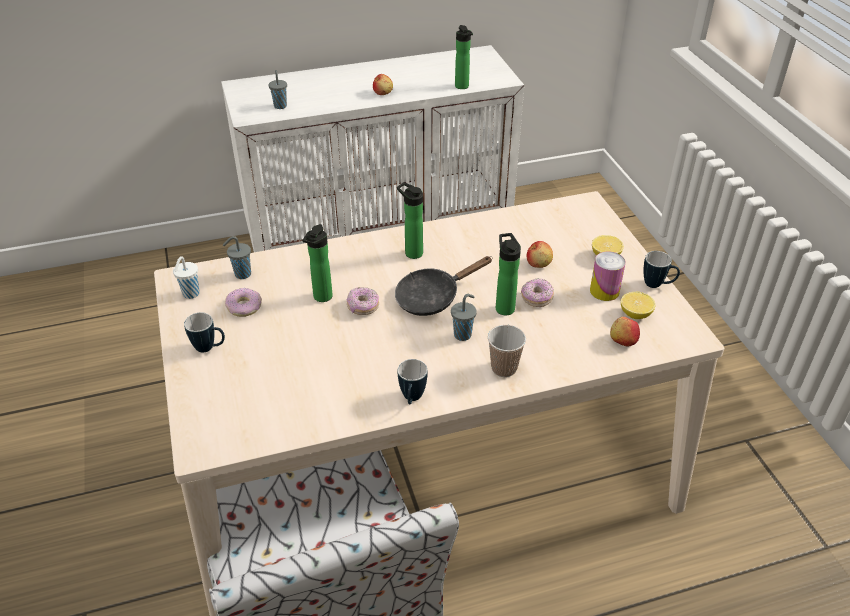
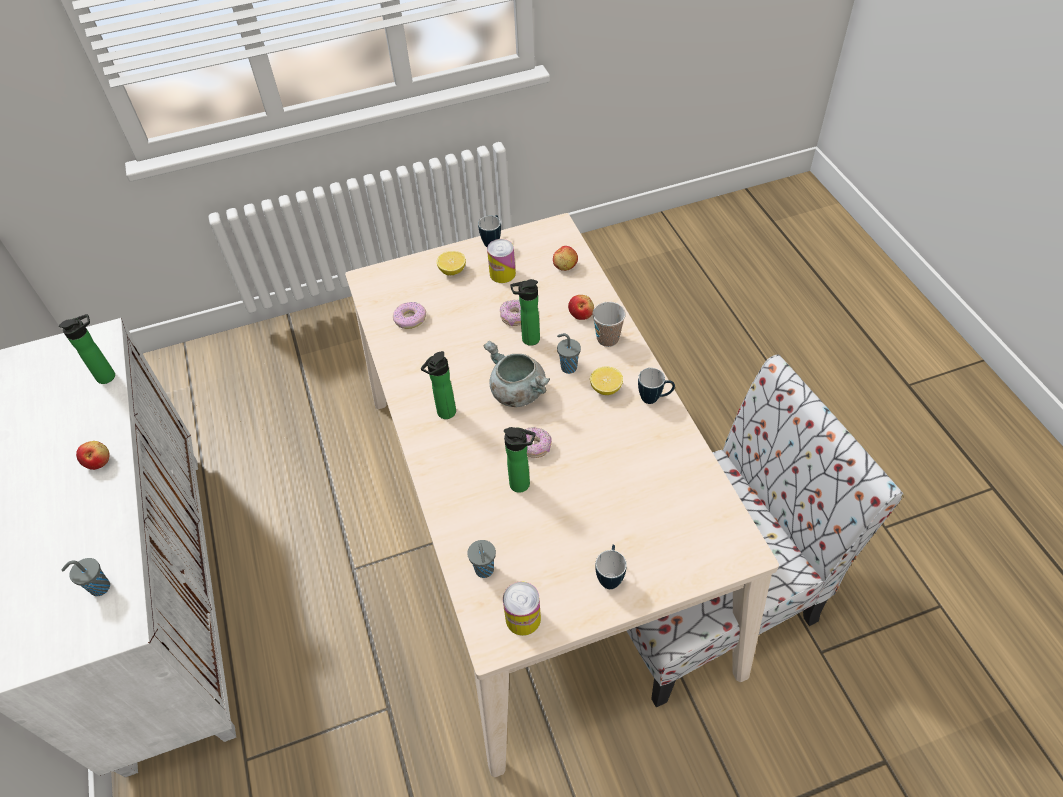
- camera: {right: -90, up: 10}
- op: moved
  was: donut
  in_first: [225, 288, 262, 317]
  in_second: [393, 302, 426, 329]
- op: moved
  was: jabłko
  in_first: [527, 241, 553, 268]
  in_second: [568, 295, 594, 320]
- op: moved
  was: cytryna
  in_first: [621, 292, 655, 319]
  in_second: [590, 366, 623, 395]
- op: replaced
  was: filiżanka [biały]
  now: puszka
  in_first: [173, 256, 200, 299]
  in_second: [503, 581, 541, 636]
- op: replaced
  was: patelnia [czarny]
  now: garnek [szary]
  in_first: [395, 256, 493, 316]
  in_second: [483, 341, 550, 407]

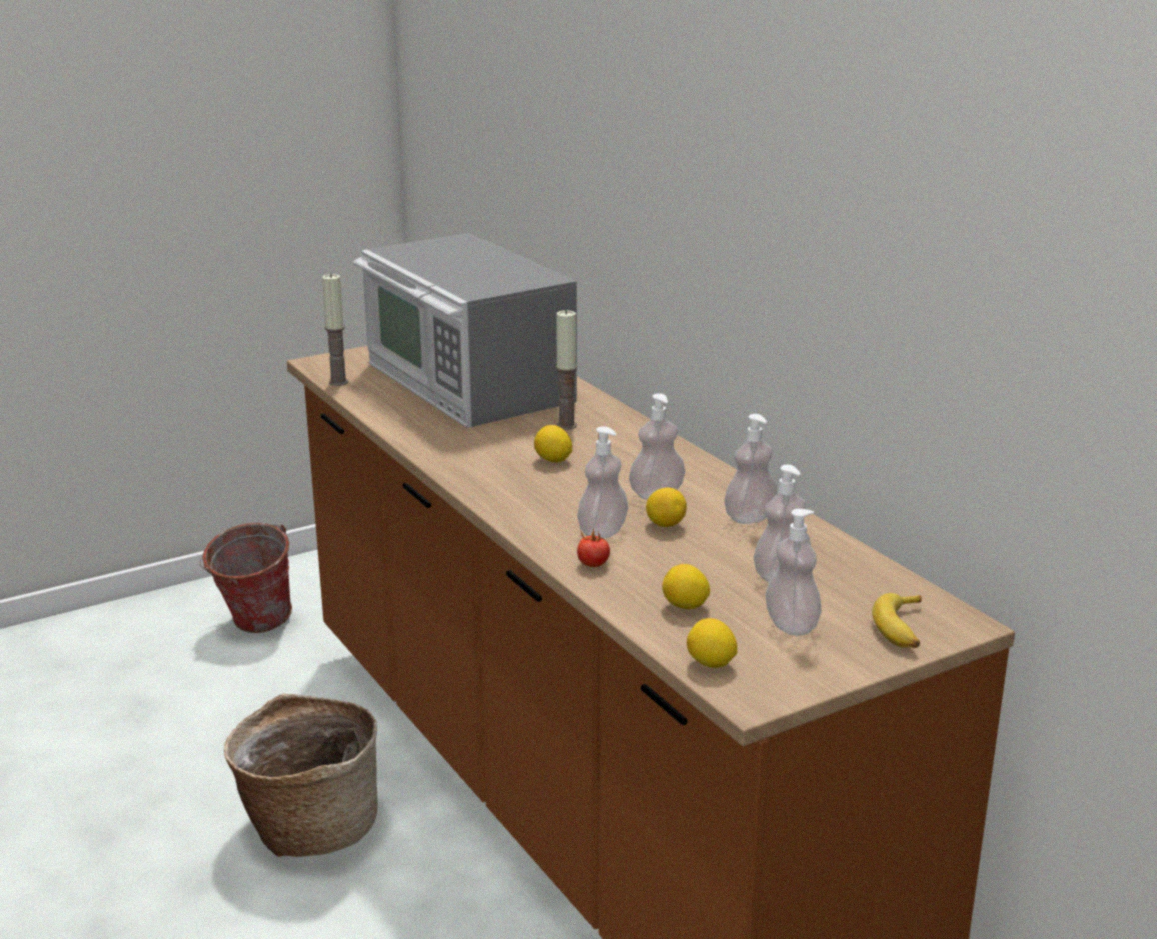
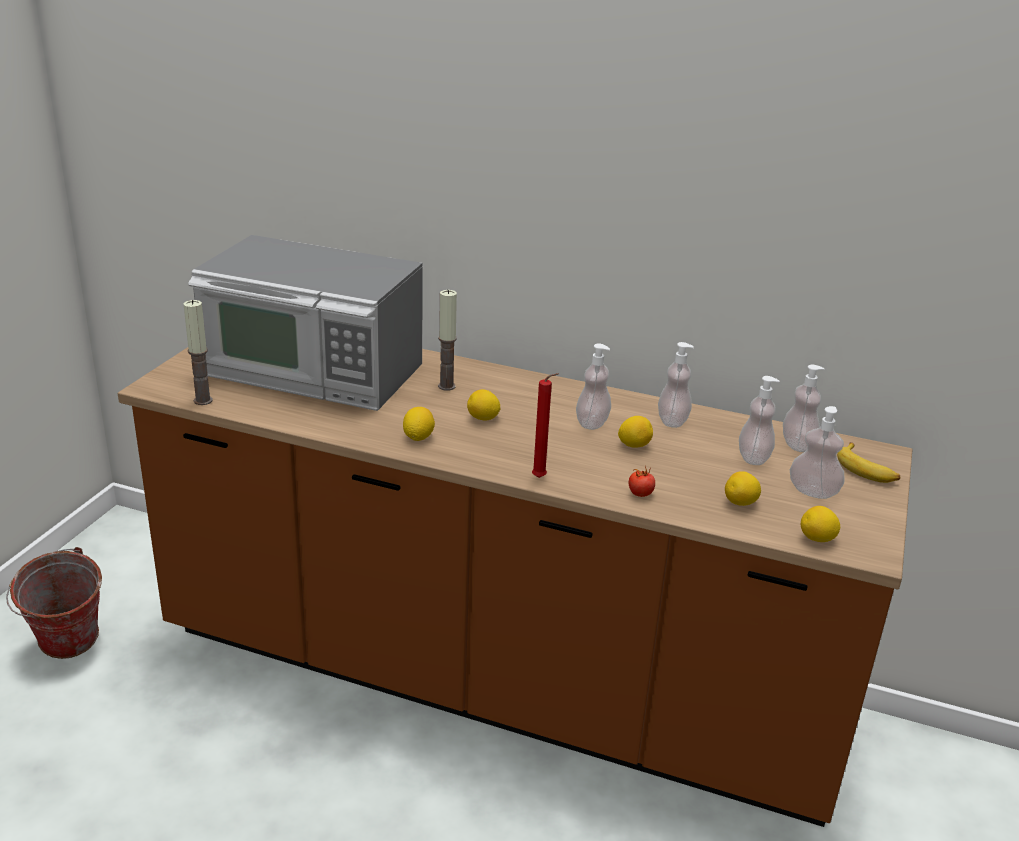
- camera: {right: -40, up: 5}
- op: removed
  was: koszyk
  in_first: [224, 693, 378, 857]
- op: added
  now: cytryna
  in_second: [403, 407, 435, 441]
- op: added
  now: świeca [czerwony]
  in_second: [532, 373, 558, 478]
- op: moved
  was: dozownik mydła
  in_first: [577, 426, 628, 539]
  in_second: [783, 364, 824, 452]

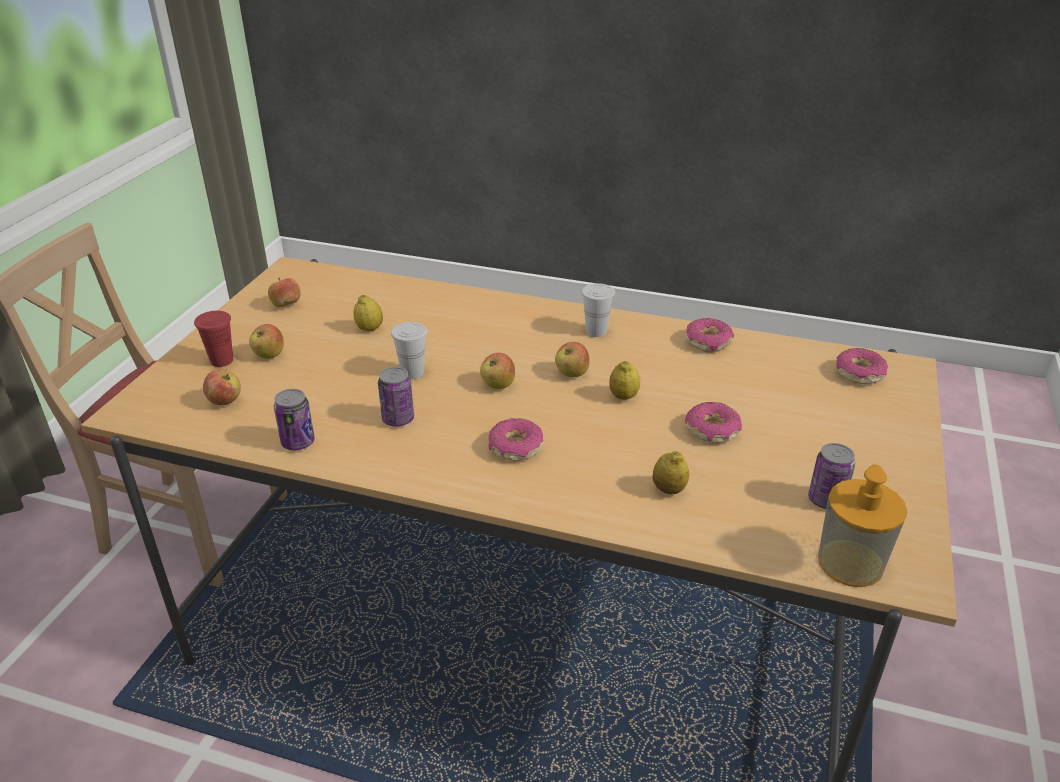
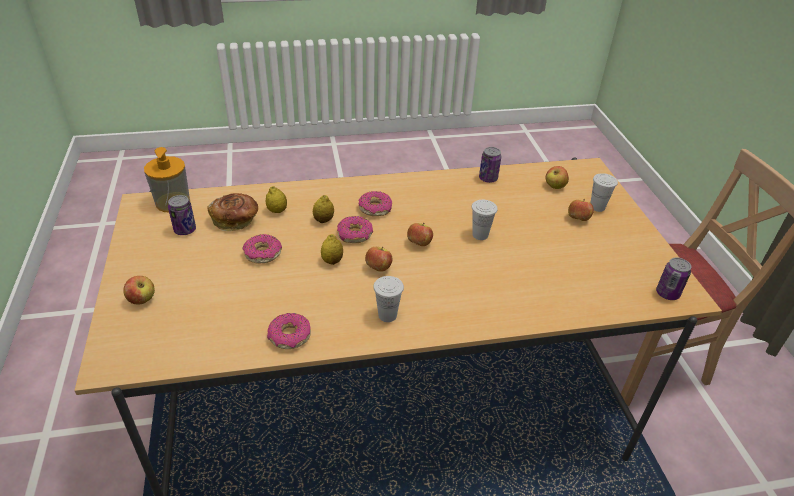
- camera: {right: 150, up: 5}
- op: added
  now: chleb
  in_second: [207, 193, 258, 231]
- op: moved
  was: jabłko
  in_first: [268, 278, 300, 307]
  in_second: [123, 276, 155, 304]
- op: moved
  was: cytryna
  in_first: [353, 295, 383, 331]
  in_second: [313, 195, 334, 223]
- op: moved
  was: puszka
  in_first: [378, 367, 414, 427]
  in_second: [656, 257, 691, 300]
- op: moved
  was: donut
  in_first: [836, 348, 888, 384]
  in_second: [337, 216, 373, 243]
- op: recoloured
  was: filiżanka [czerwony]
  now: filiżanka [biały]
  in_first: [194, 311, 233, 367]
  in_second: [590, 173, 618, 212]

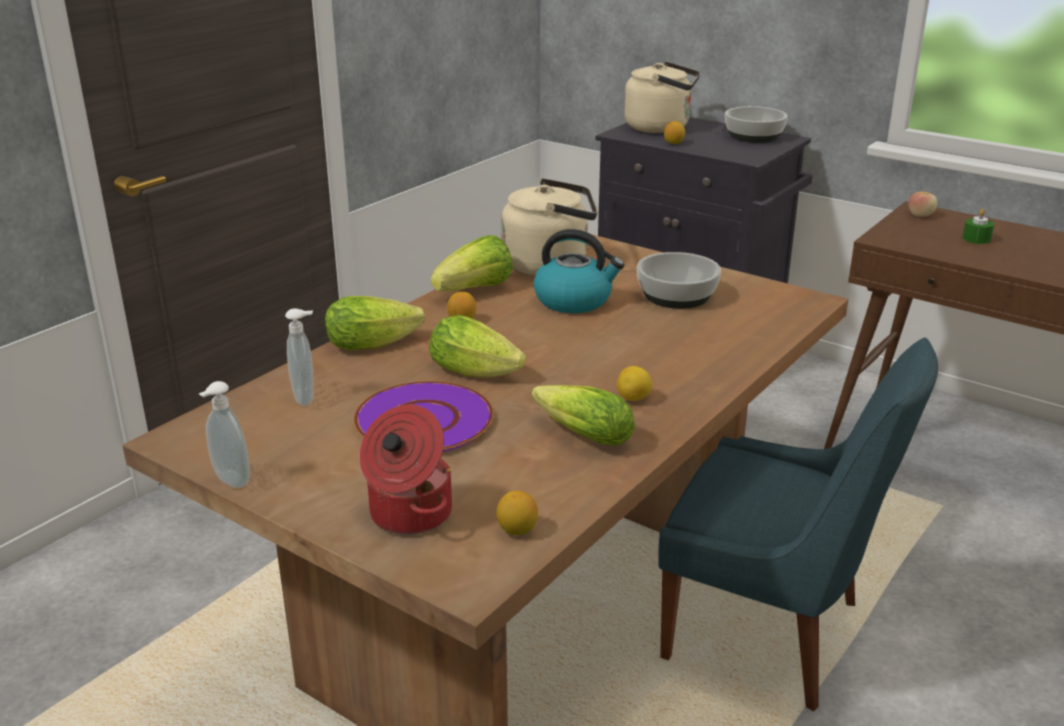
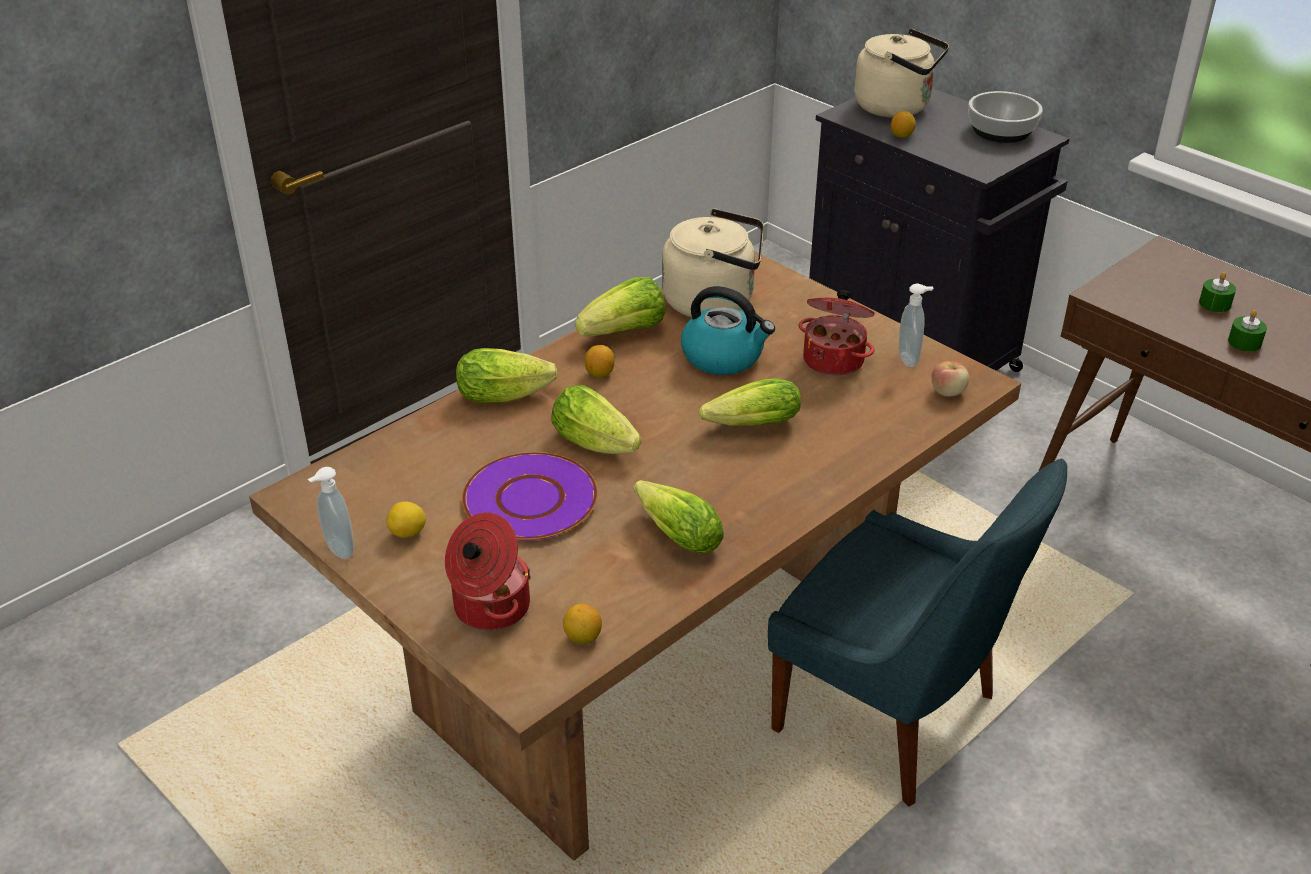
- camera: {right: 10, up: 10}
- op: added
  now: sałata
  in_second: [699, 378, 801, 426]
- op: added
  now: świeca [zielony]
  in_second: [1228, 310, 1267, 352]
- op: moved
  was: dozownik mydła
  in_first: [285, 308, 314, 406]
  in_second: [899, 284, 933, 367]
- op: moved
  was: cytryna
  in_first: [617, 366, 652, 401]
  in_second: [387, 501, 426, 537]
- op: moved
  was: jabłko
  in_first: [908, 192, 937, 217]
  in_second: [931, 361, 969, 397]
- op: replaced
  was: miska
  now: garnek
  in_first: [637, 252, 721, 309]
  in_second: [798, 290, 875, 376]

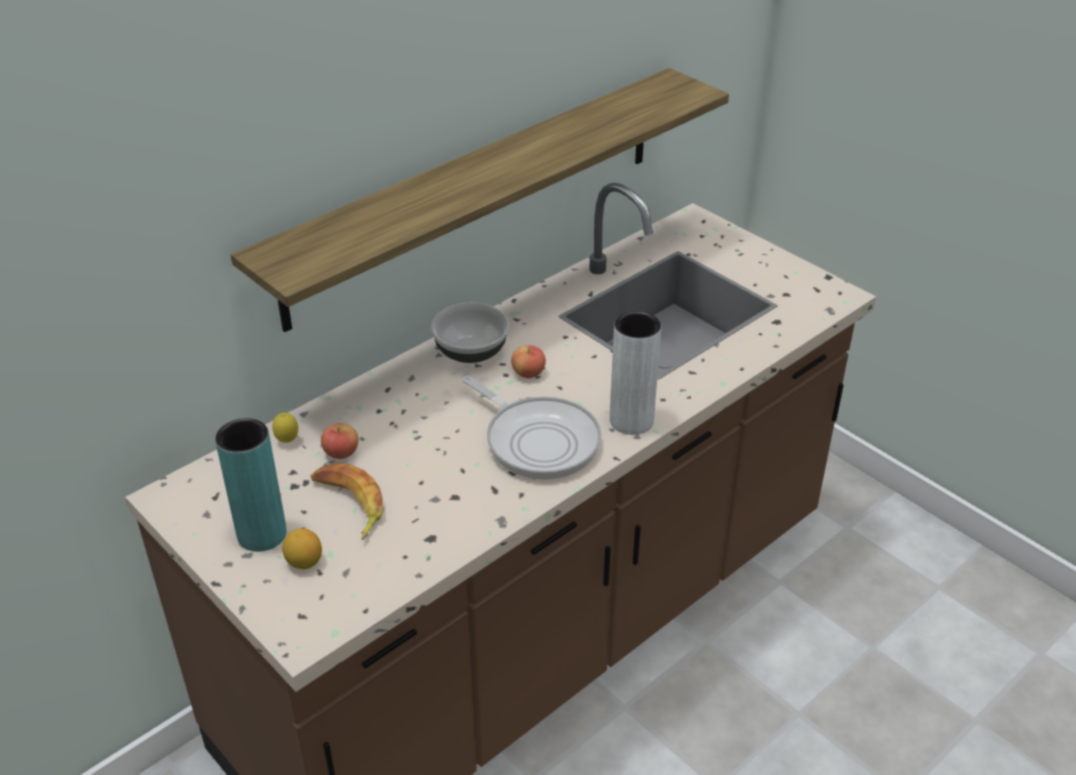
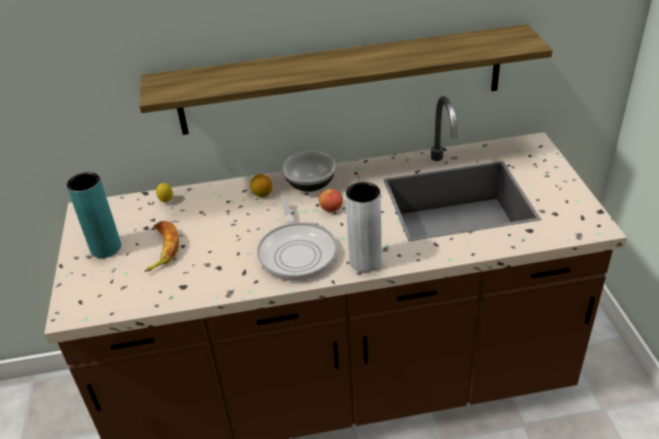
- camera: {right: 35, up: 0}
- op: removed
  was: jabłko
  in_first: [321, 423, 358, 459]
- op: moved
  was: cytryna
  in_first: [282, 529, 322, 569]
  in_second: [250, 174, 272, 198]

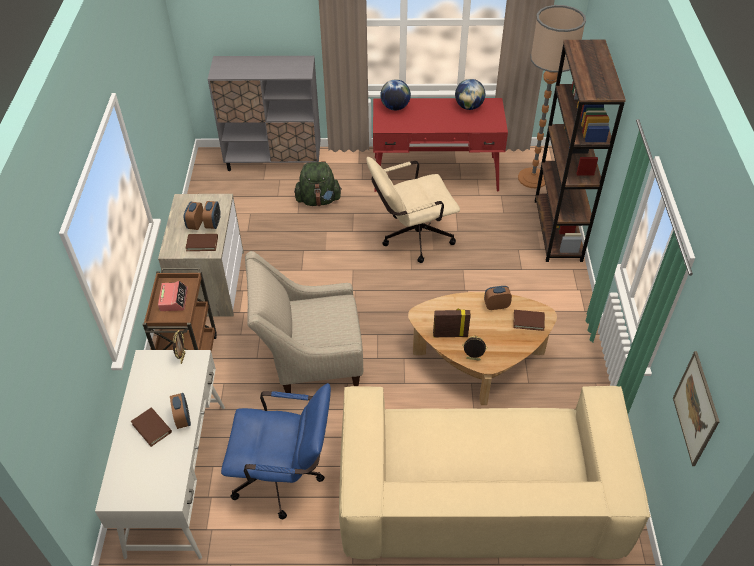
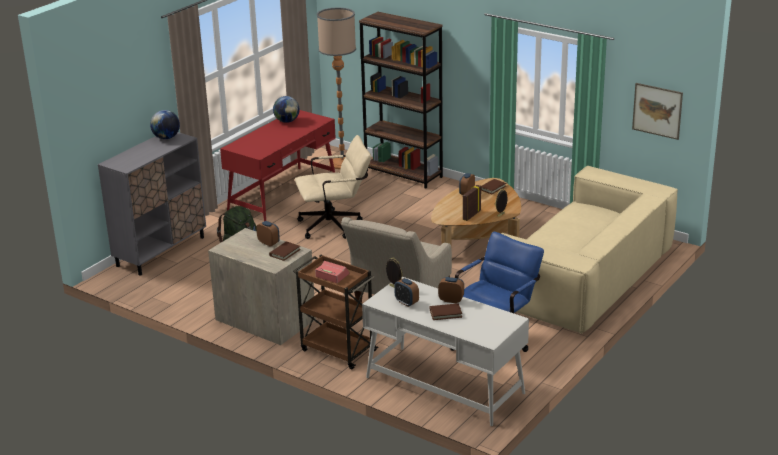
- camera: {right: -55, up: -20}
- op: moved
  was: budzik
  in_first: [184, 202, 203, 230]
  in_second: [394, 278, 419, 307]
- op: moved
  was: globus
  in_first: [380, 79, 411, 110]
  in_second: [150, 110, 180, 139]
- op: turned
  was: krzesło biurowe [beżowy]
  in_first: [366, 157, 460, 263]
  in_second: [295, 135, 371, 239]
  clockwise: -120

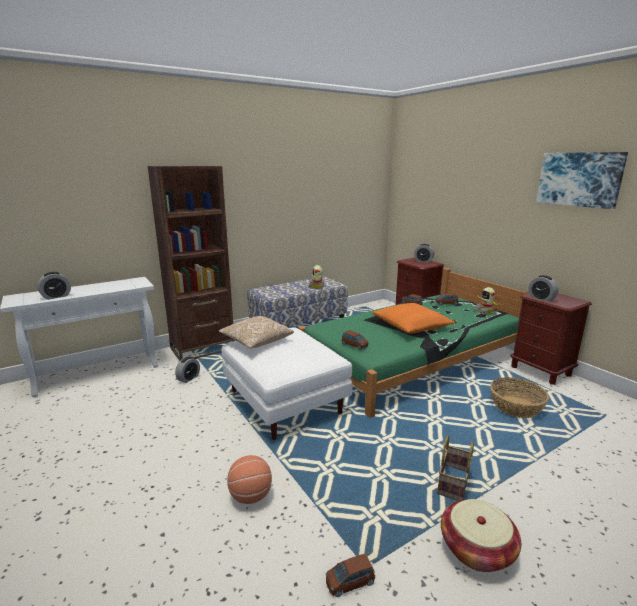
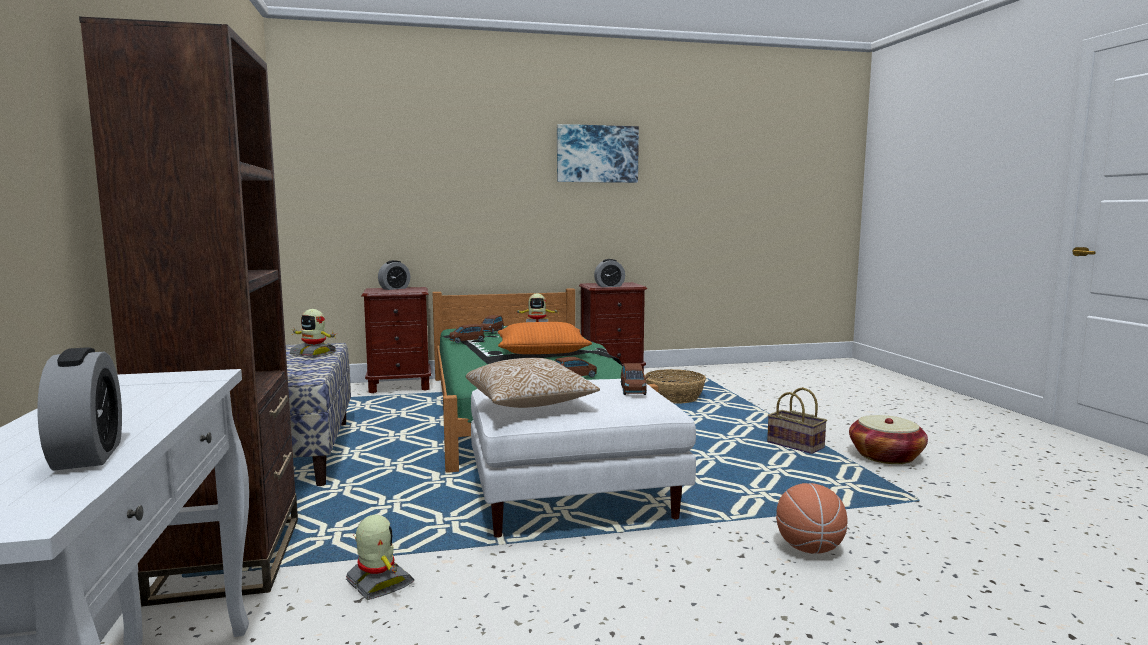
- camera: {right: -70, up: -10}
- op: moved
  was: samochodzik [brązowy]
  in_first: [326, 553, 375, 597]
  in_second: [621, 363, 648, 395]
- op: replaced
  was: budzik
  now: robot zabawkowy
  in_first: [175, 357, 200, 383]
  in_second: [346, 514, 414, 600]

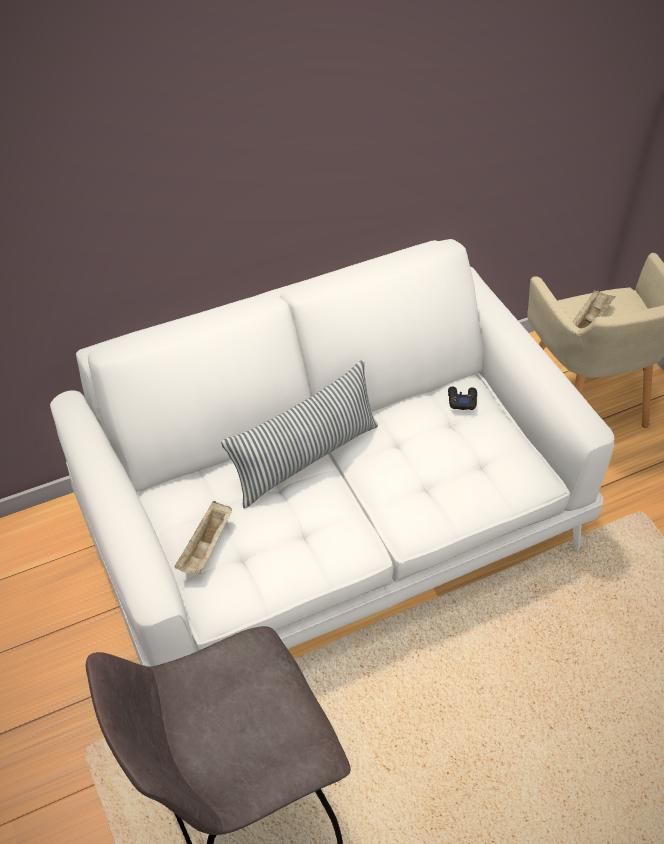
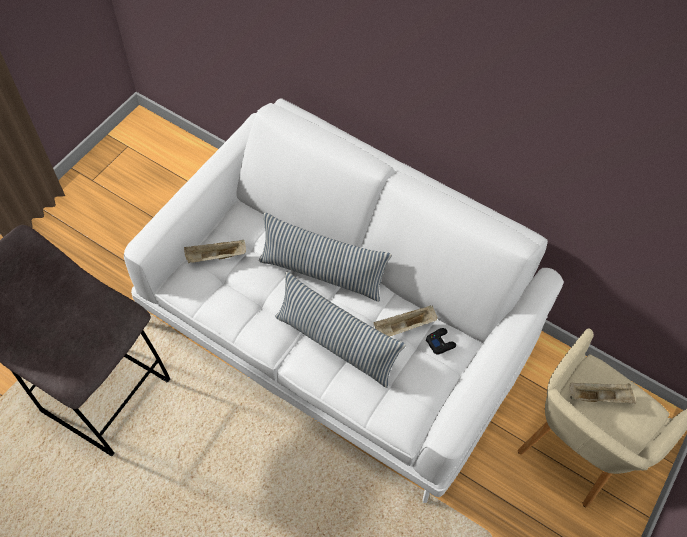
- camera: {right: 55, up: 10}
- op: added
  now: poduszka
  in_second: [275, 272, 406, 388]
- op: added
  now: taca [beżowy]
  in_second: [374, 305, 437, 337]

